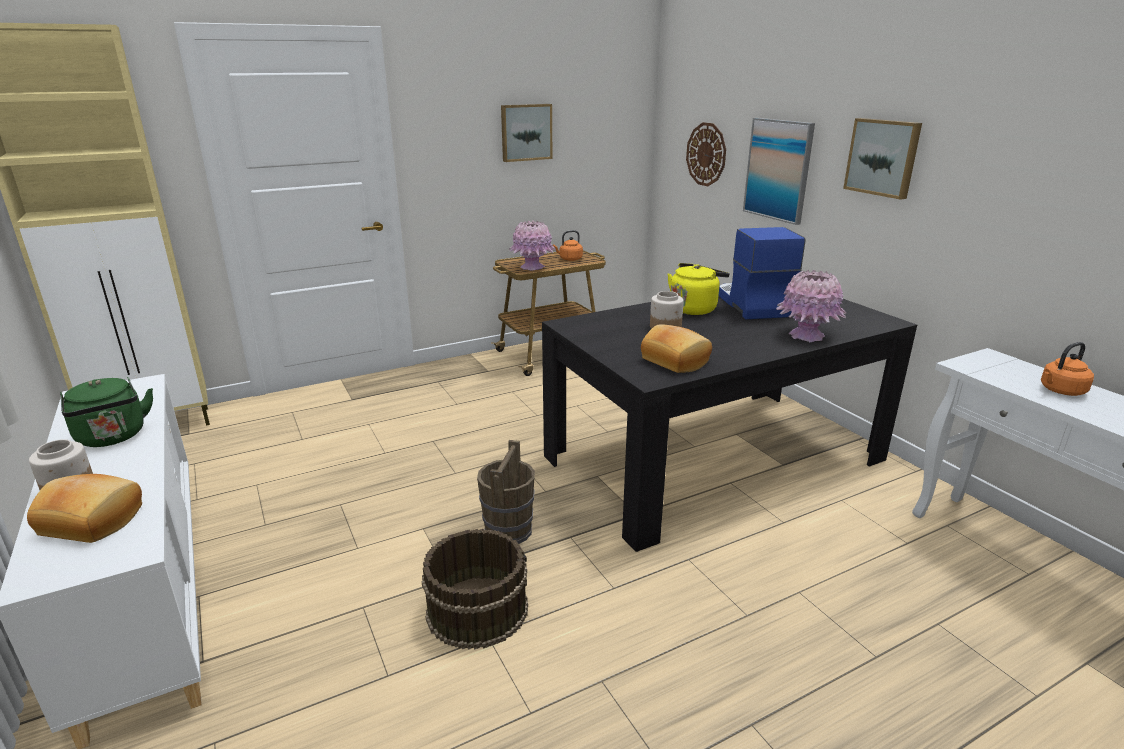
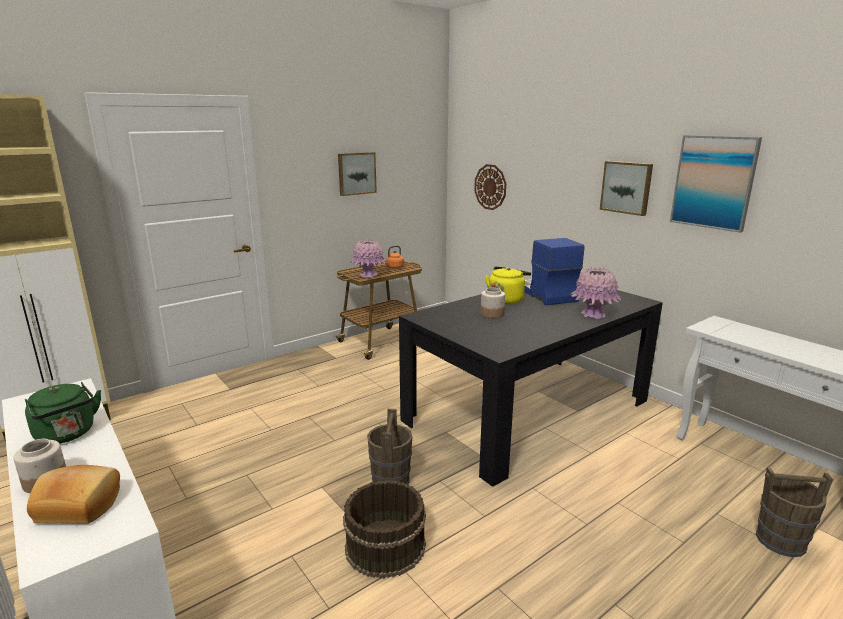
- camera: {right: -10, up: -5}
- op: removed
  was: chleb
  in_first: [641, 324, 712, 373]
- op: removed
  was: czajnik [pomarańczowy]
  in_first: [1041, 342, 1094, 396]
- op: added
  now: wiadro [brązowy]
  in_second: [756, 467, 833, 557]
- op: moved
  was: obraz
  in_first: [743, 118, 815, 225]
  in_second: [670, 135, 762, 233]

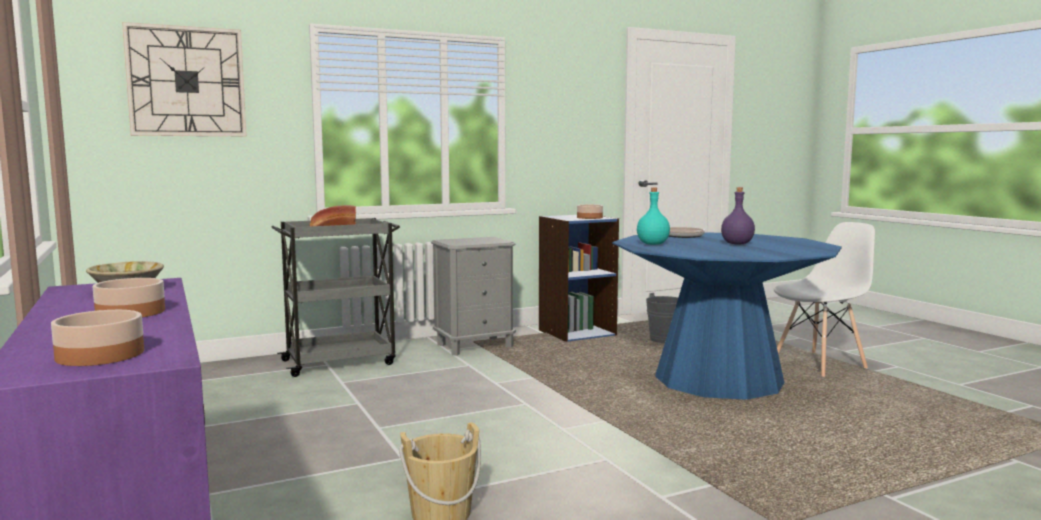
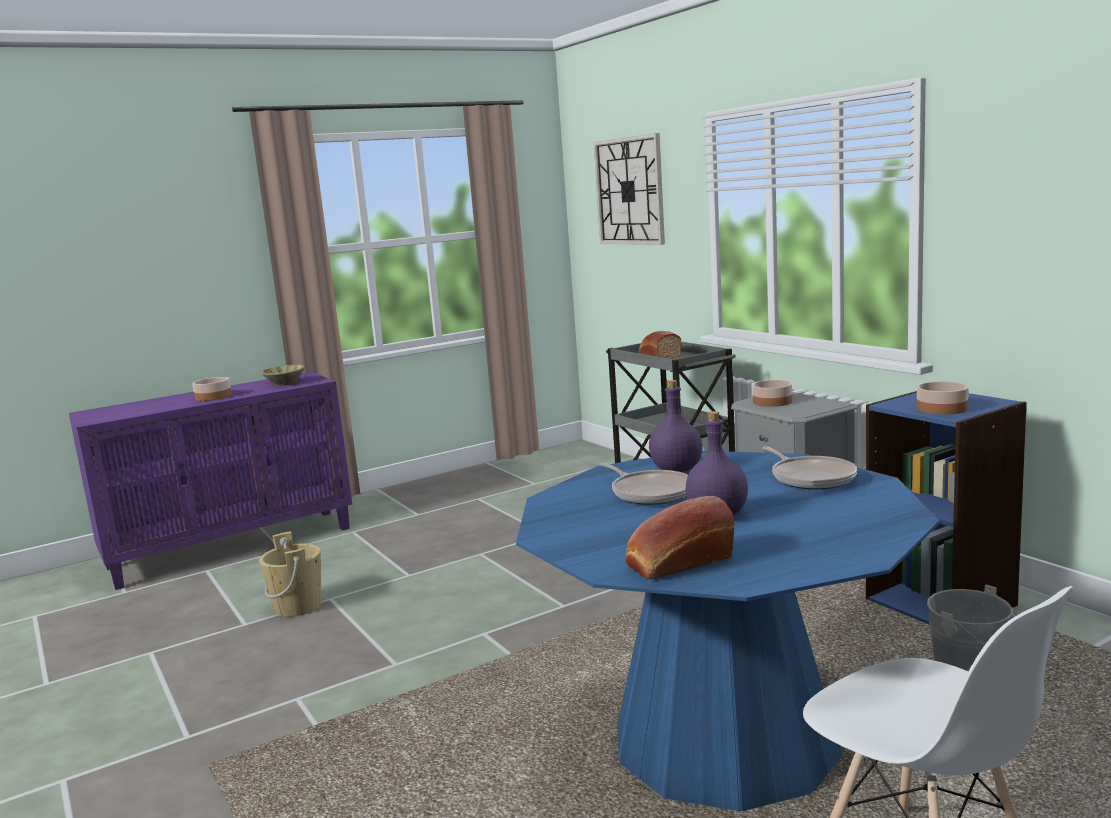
- camera: {right: 85, up: 5}
- op: added
  now: patelnia
  in_second: [600, 463, 688, 505]
- op: added
  now: chleb
  in_second: [626, 496, 734, 579]
- op: moved
  was: miska
  in_first: [51, 310, 144, 366]
  in_second: [752, 380, 792, 407]
- op: recoloured
  was: butelka [turkusowy]
  now: butelka [fioletowy]
  in_first: [637, 187, 670, 245]
  in_second: [649, 380, 702, 472]

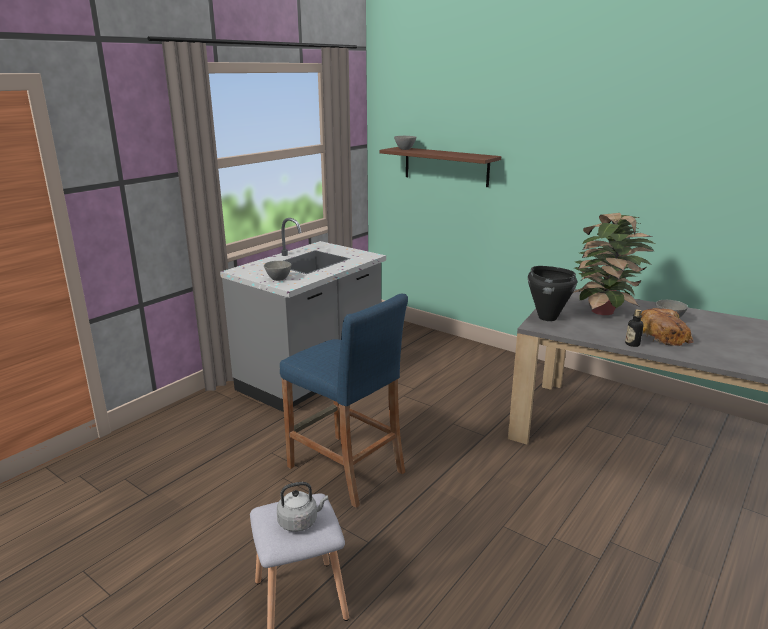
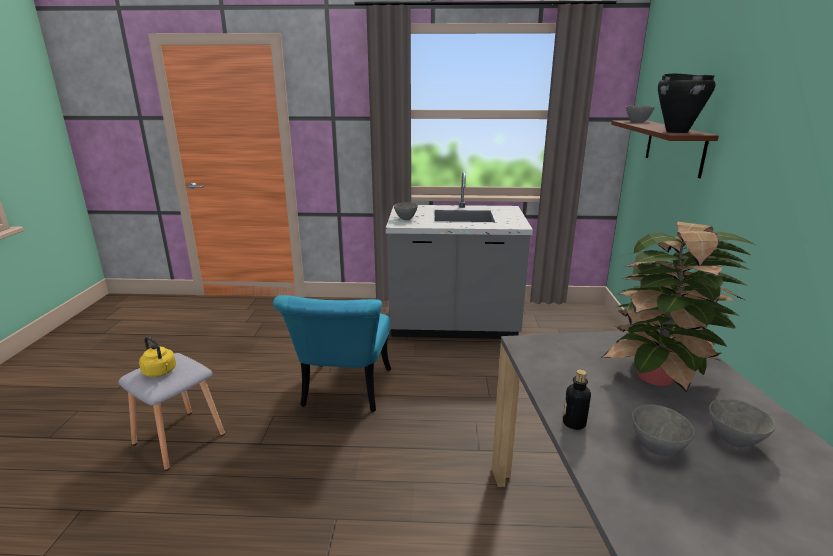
- camera: {right: 55, up: 0}
- op: moved
  was: garnek [czarny]
  in_first: [528, 266, 577, 321]
  in_second: [658, 73, 716, 133]
- op: replaced
  was: stołek [niebieski]
  now: krzesło [turkusowy]
  in_first: [280, 294, 408, 508]
  in_second: [273, 295, 391, 412]
- op: replaced
  was: chleb
  now: miska [szary]
  in_first: [641, 308, 693, 346]
  in_second: [632, 404, 695, 456]
- op: recoloured
  was: czajnik [szary]
  now: czajnik [żółty]
  in_first: [277, 482, 328, 532]
  in_second: [139, 336, 176, 377]

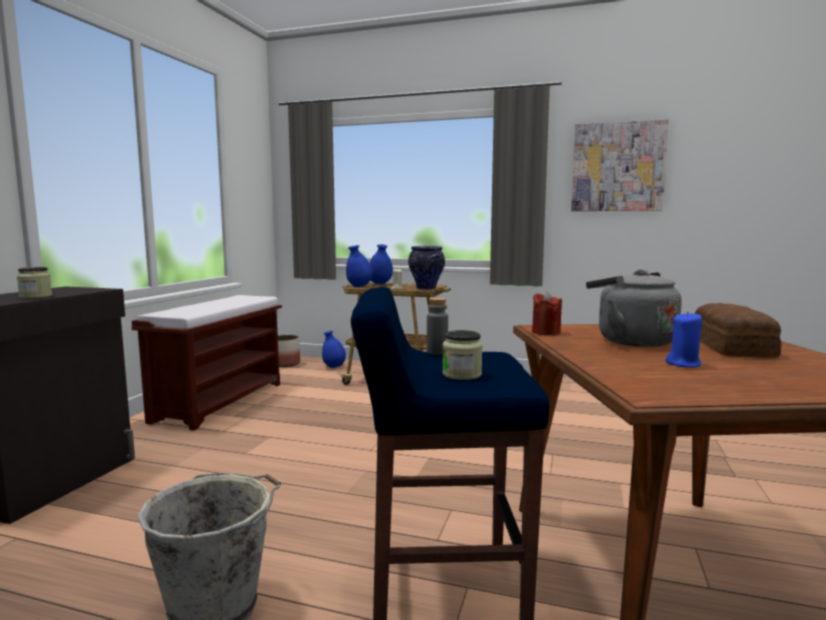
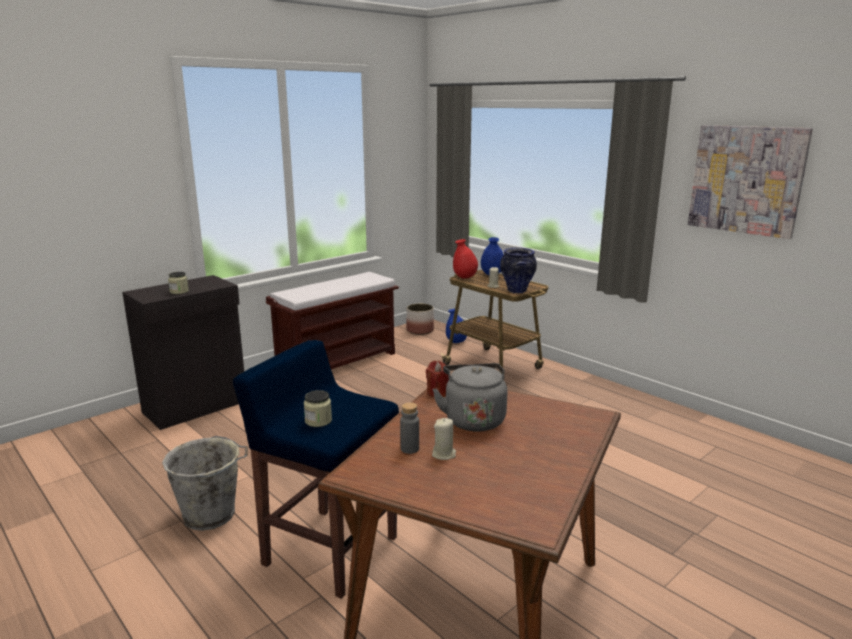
- camera: {right: 30, up: 10}
- op: removed
  was: chleb
  in_first: [695, 303, 782, 358]
- op: moved
  was: butelka [szary]
  in_first: [427, 298, 448, 355]
  in_second: [400, 402, 419, 454]
- op: recoloured
  was: wazon [niebieski]
  now: wazon [czerwony]
  in_first: [346, 245, 373, 287]
  in_second: [453, 239, 478, 279]
- op: recoloured
  was: świeca [niebieski]
  now: świeca [beżowy]
  in_first: [666, 311, 702, 367]
  in_second: [432, 418, 456, 460]

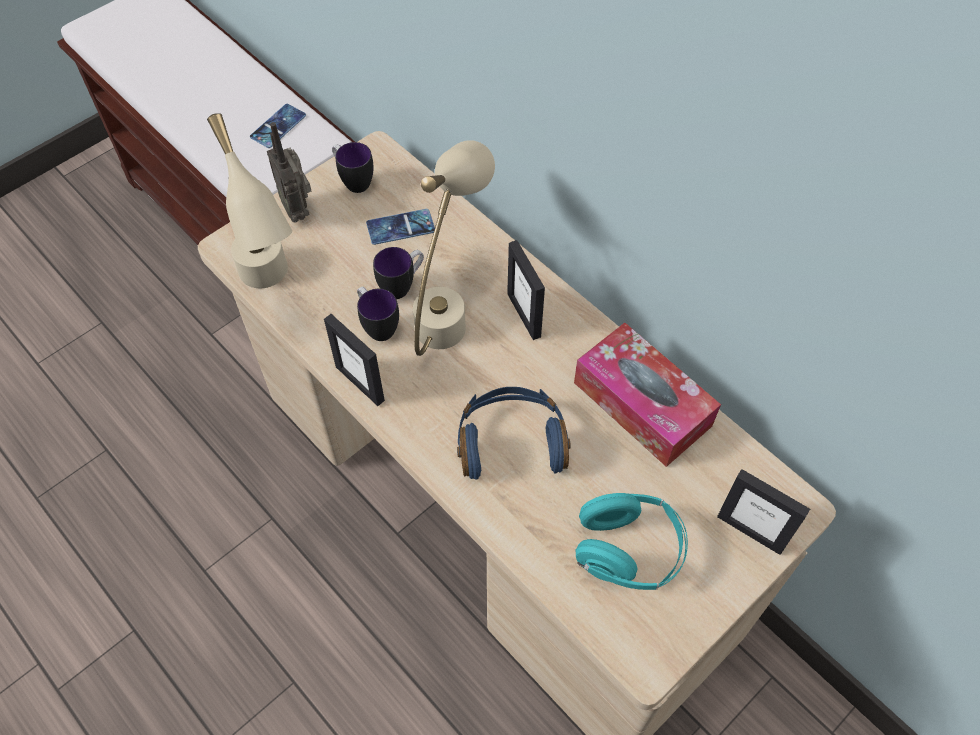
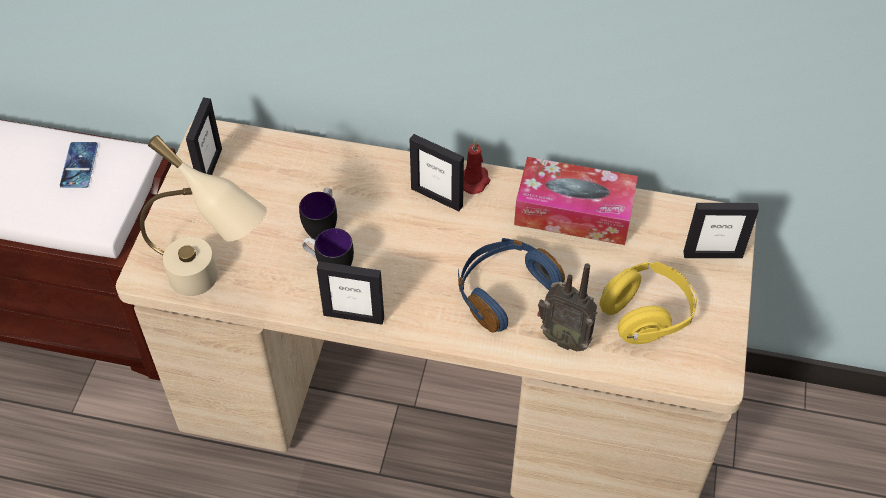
- camera: {right: -35, up: -5}
- op: removed
  was: telefon
  in_first: [366, 209, 435, 245]
- op: removed
  was: lampa stołowa [beżowy]
  in_first: [413, 140, 495, 356]
- op: added
  now: świeca [czerwony]
  in_second: [463, 140, 490, 194]
- op: moved
  was: radio
  in_first: [267, 122, 312, 223]
  in_second: [537, 263, 597, 352]
- op: replaced
  was: kubek
  now: ramka na zdjęcie
  in_first: [332, 142, 373, 193]
  in_second: [186, 98, 222, 175]
- op: recoloured
  was: słuchawki [turkusowy]
  now: słuchawki [żółty]
  in_first: [575, 493, 688, 590]
  in_second: [600, 262, 697, 344]

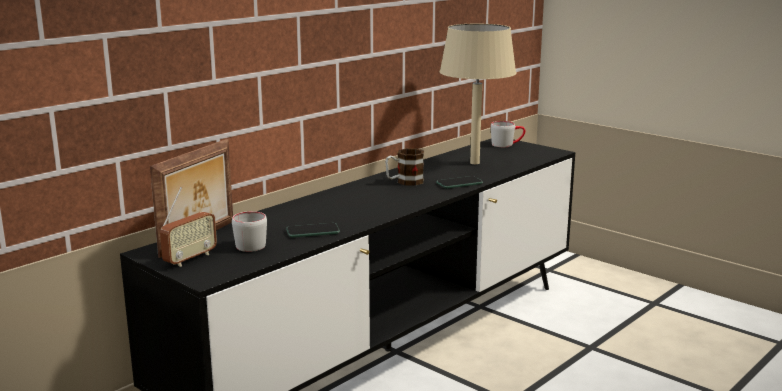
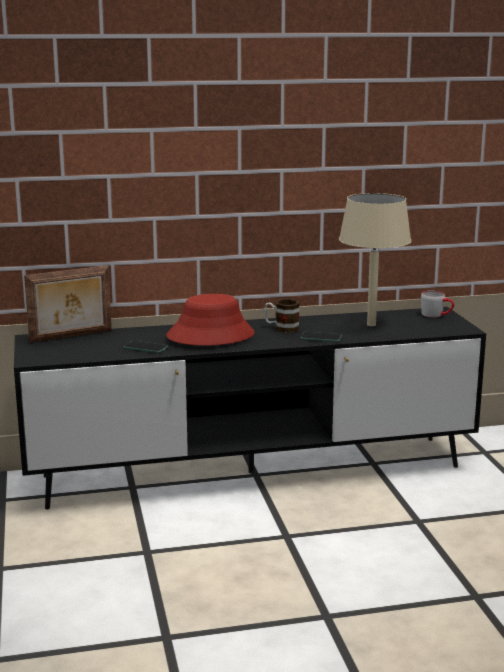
- camera: {right: 35, up: 0}
- op: removed
  was: radio
  in_first: [160, 187, 217, 267]
- op: removed
  was: kubek [szary]
  in_first: [232, 211, 267, 252]
- op: added
  now: kapelusz [czerwony]
  in_second: [166, 294, 255, 346]

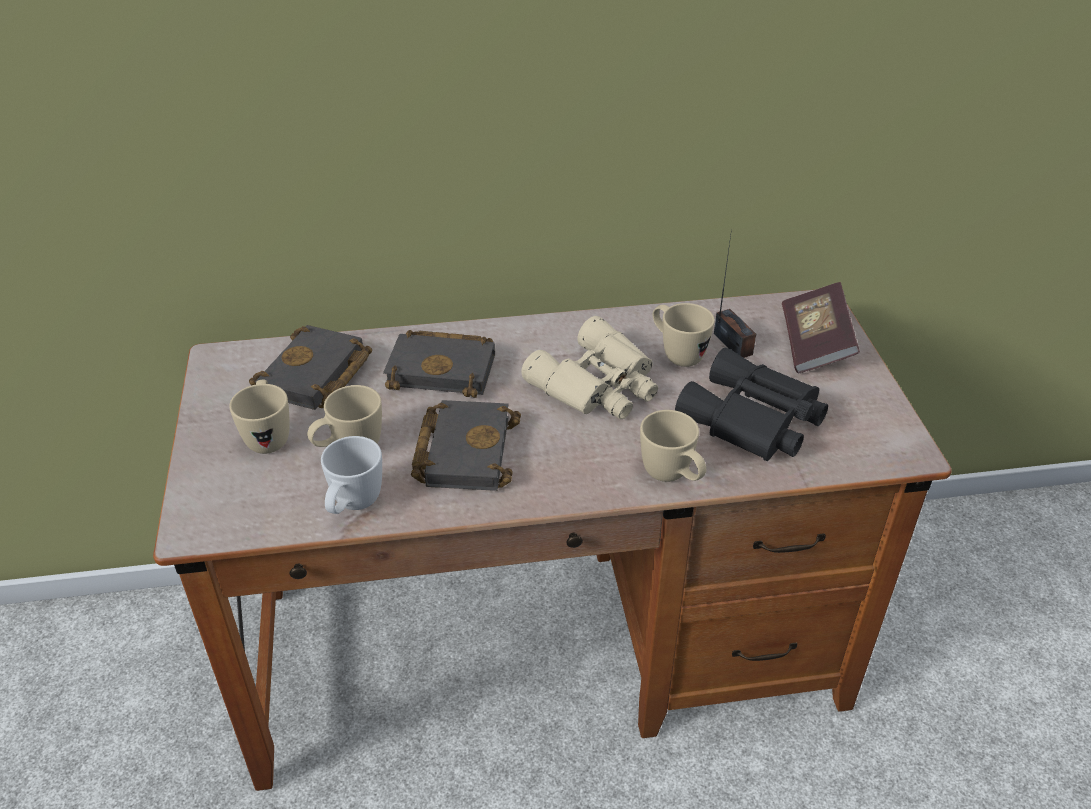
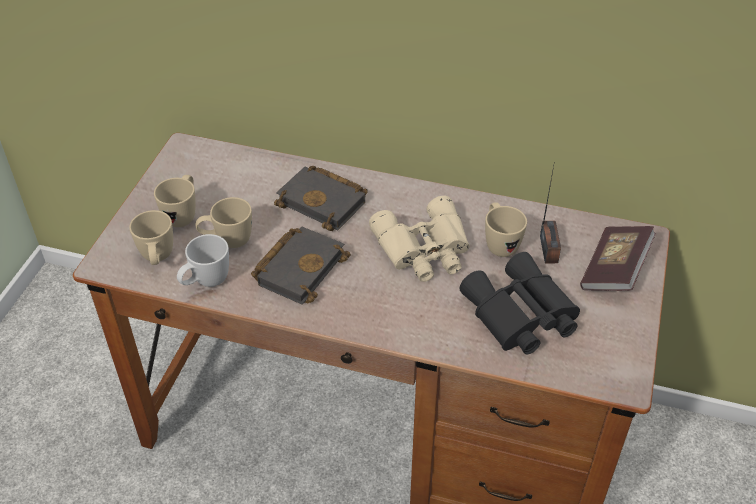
- camera: {right: 25, up: 5}
- op: removed
  was: książka [czarny]
  in_first: [249, 325, 372, 410]
- op: moved
  was: kubek [beżowy]
  in_first: [640, 410, 706, 482]
  in_second: [129, 210, 173, 265]

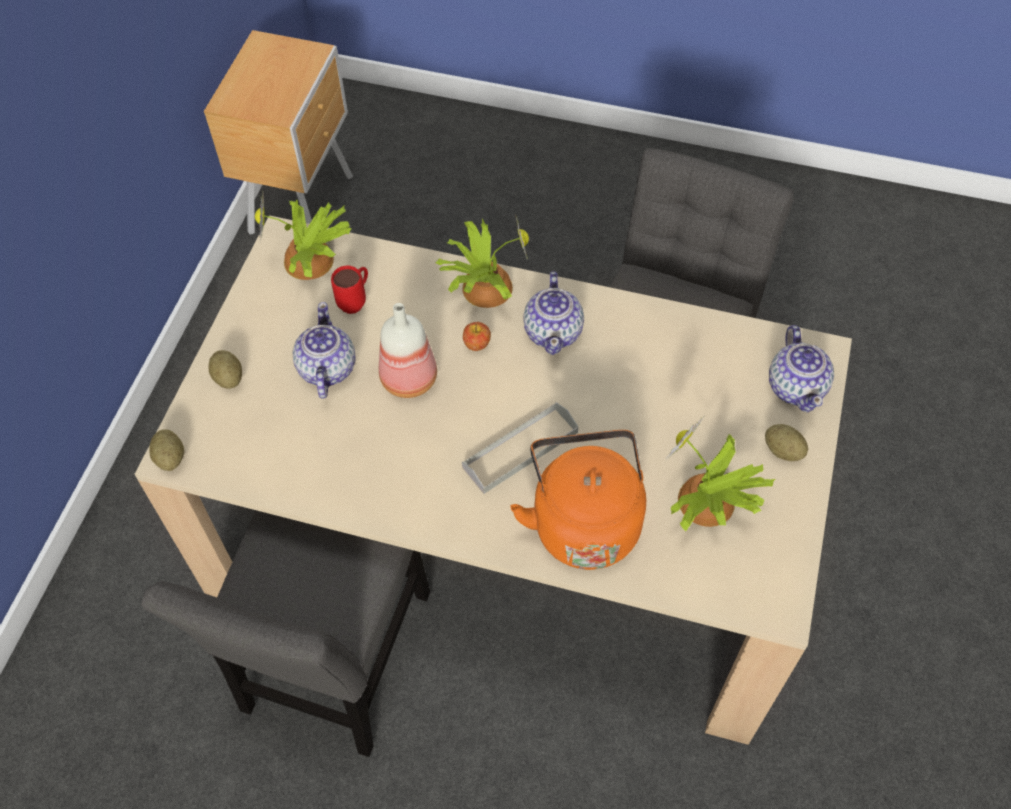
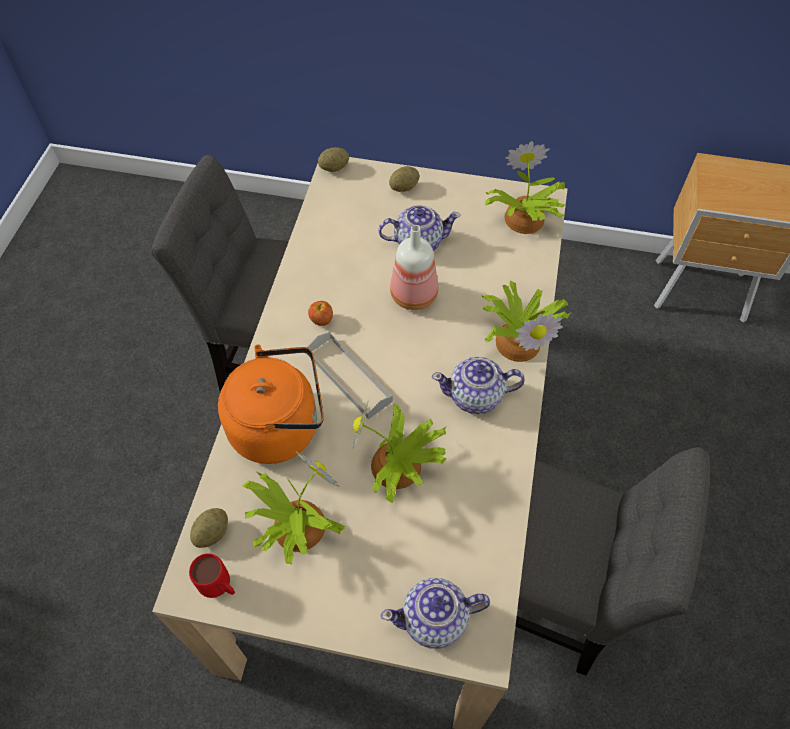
- camera: {right: 85, up: 0}
- op: added
  now: roślina doniczkowa
  in_second: [352, 397, 446, 503]
- op: moved
  was: kubek [czerwony]
  in_first: [331, 266, 368, 314]
  in_second: [189, 553, 235, 598]
- op: moved
  was: jabłko
  in_first: [463, 322, 491, 351]
  in_second: [308, 301, 333, 326]
- op: moved
  was: ziemniak
  in_first: [765, 424, 808, 461]
  in_second: [190, 508, 228, 548]

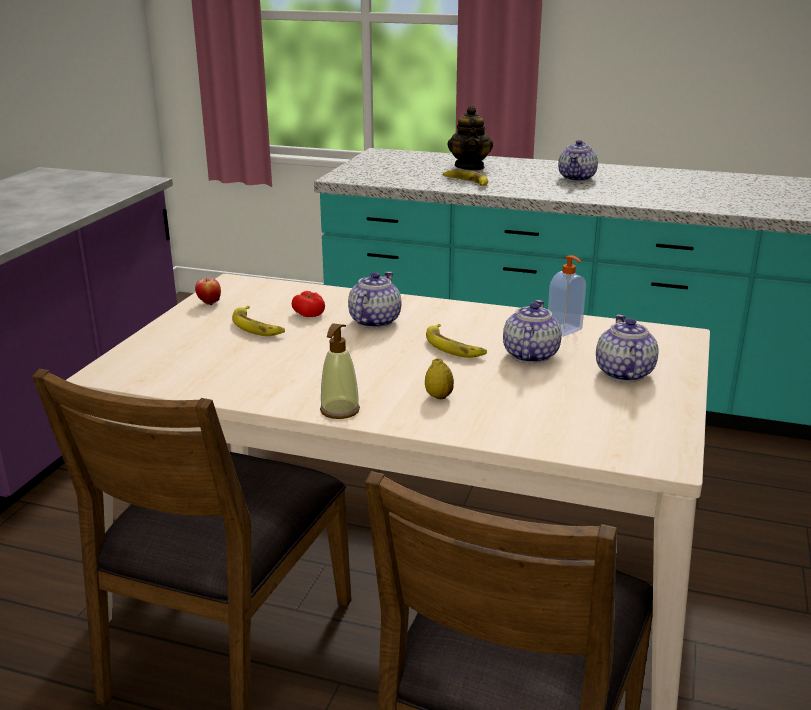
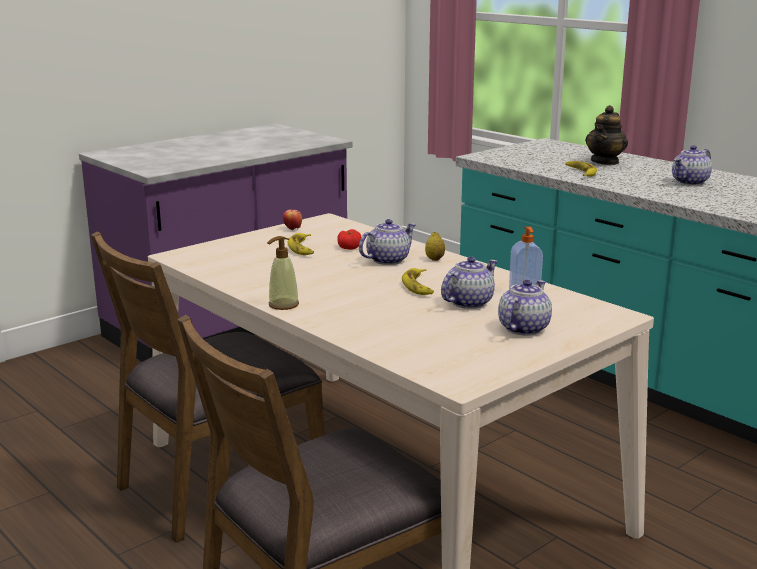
- camera: {right: 30, up: -5}
- op: moved
  was: cytryna
  in_first: [425, 358, 454, 399]
  in_second: [425, 232, 445, 261]

